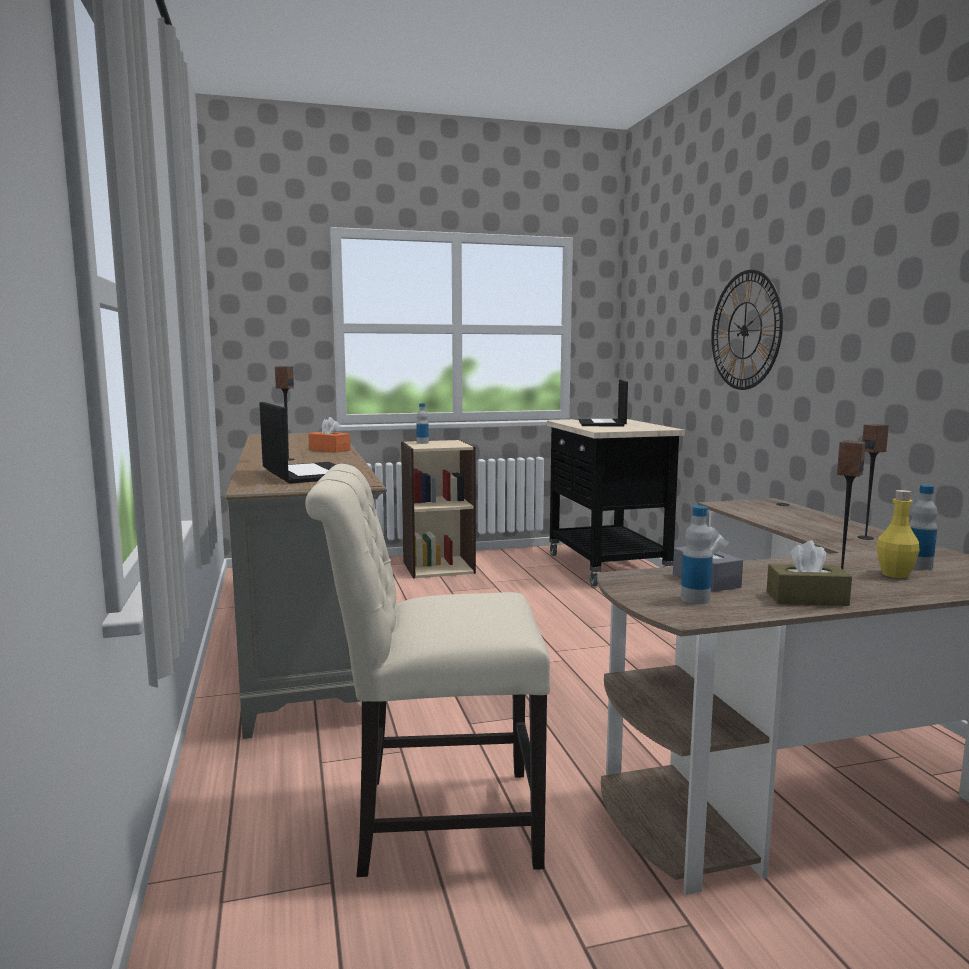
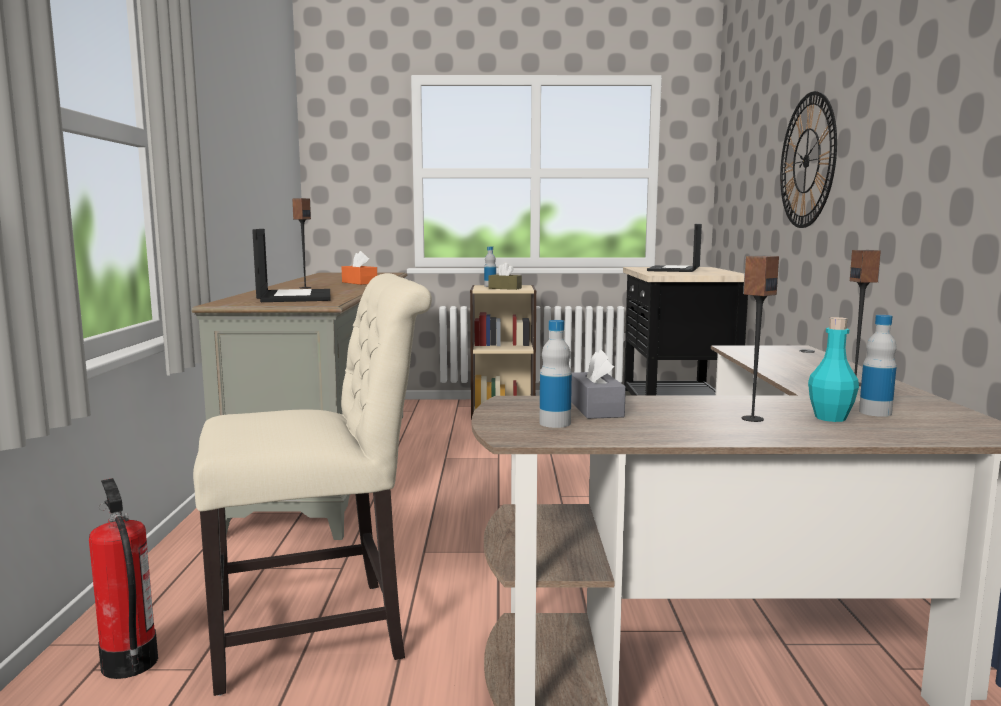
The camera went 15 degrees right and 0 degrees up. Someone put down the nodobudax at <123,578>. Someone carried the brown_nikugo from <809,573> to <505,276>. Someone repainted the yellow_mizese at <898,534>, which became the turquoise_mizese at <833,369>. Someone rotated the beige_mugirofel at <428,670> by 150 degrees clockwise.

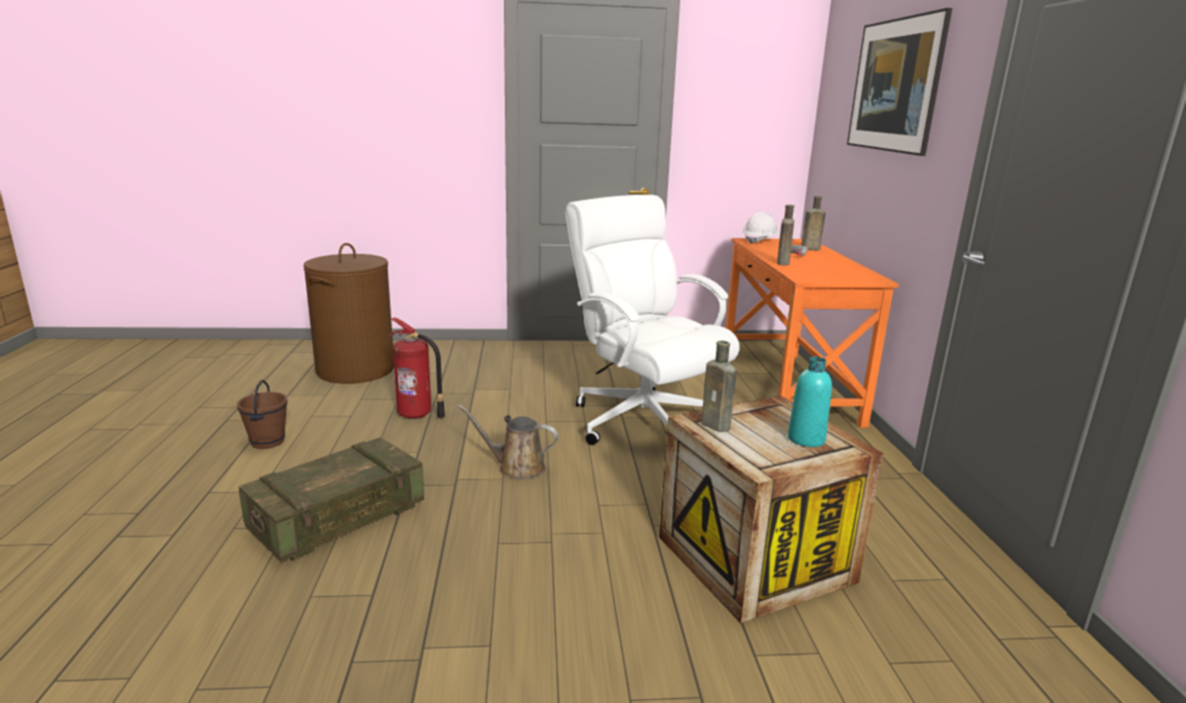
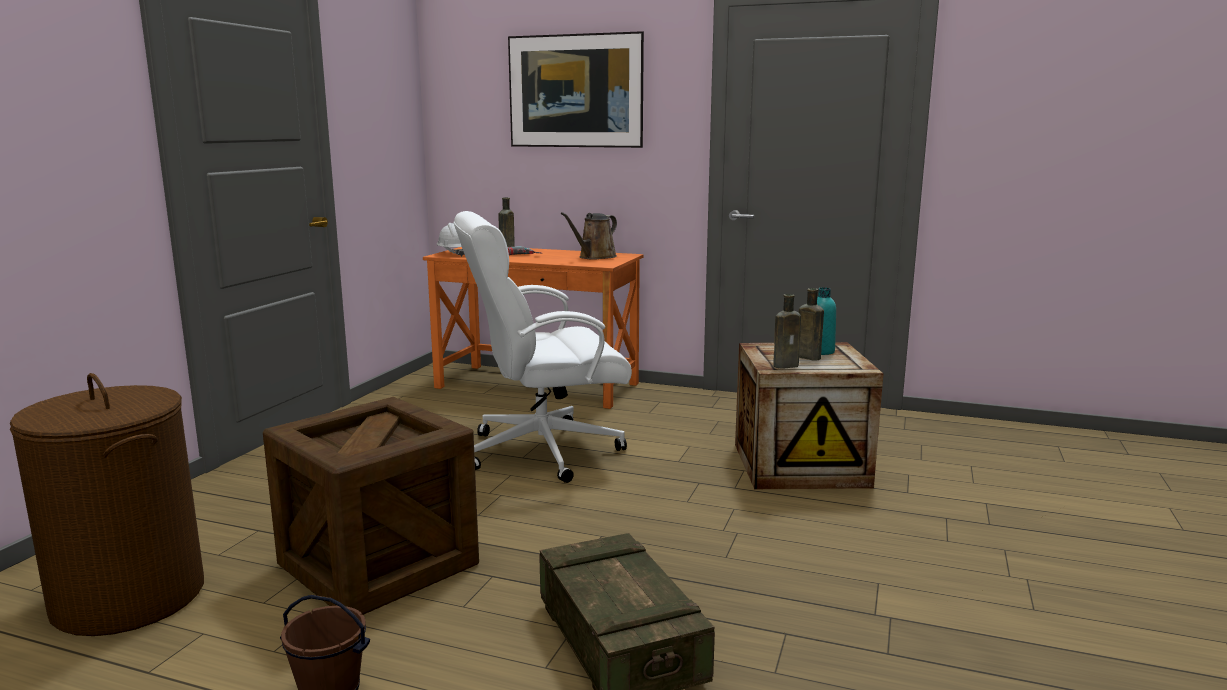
The camera went 65 degrees left and 5 degrees down. Someone carried the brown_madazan from <508,442> to <589,235>. Someone carried the brown_mizese from <785,235> to <811,324>. Someone swapped the nodobudax at <417,368> for the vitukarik at <371,506>.

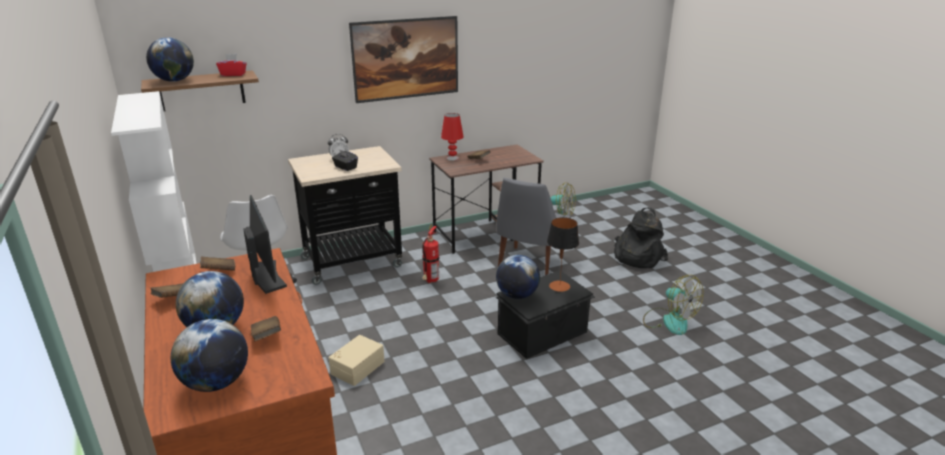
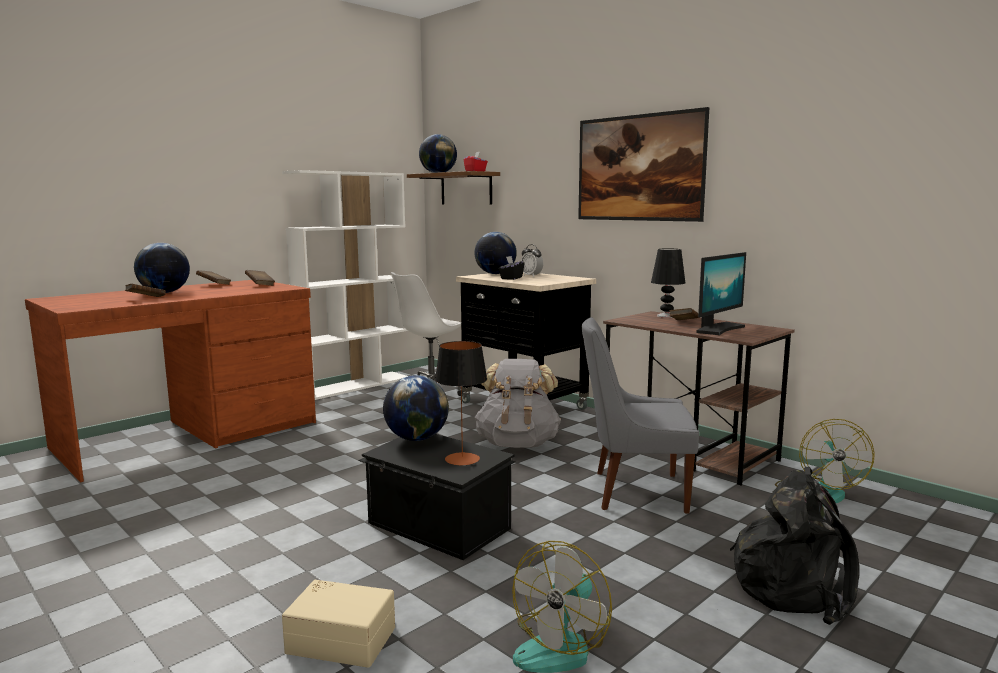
The camera went 70 degrees right and 15 degrees down. Someone carried the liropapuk from <209,355> to <495,253>. Someone carried the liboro from <265,244> to <721,293>. Someone carried the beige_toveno from <357,360> to <338,624>. Someone swapped the nodobudax at <430,254> for the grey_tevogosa at <517,403>. Someone repainted the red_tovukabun at <452,137>, which became the black_tovukabun at <668,283>.

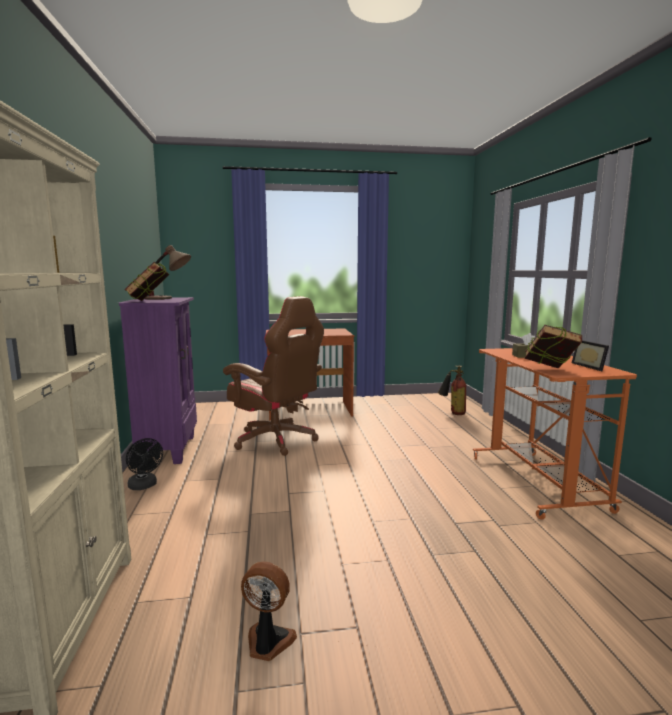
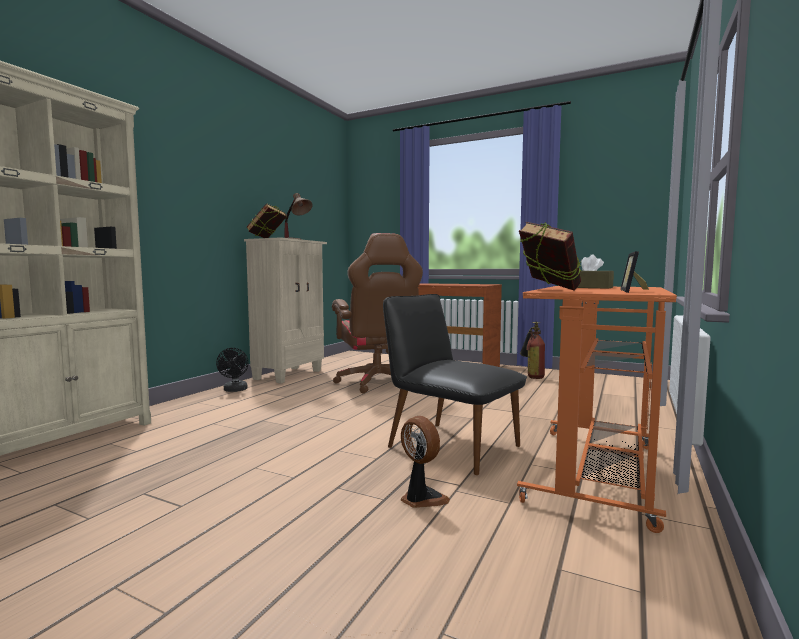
The camera went 35 degrees right and 5 degrees down. Someone put down the black_mugirofel at <455,384>. Someone carried the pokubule from <269,611> to <425,462>. Someone carried the nodobudax from <452,390> to <532,350>. Someone repainted the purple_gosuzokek at <158,380>, which became the beige_gosuzokek at <285,310>.

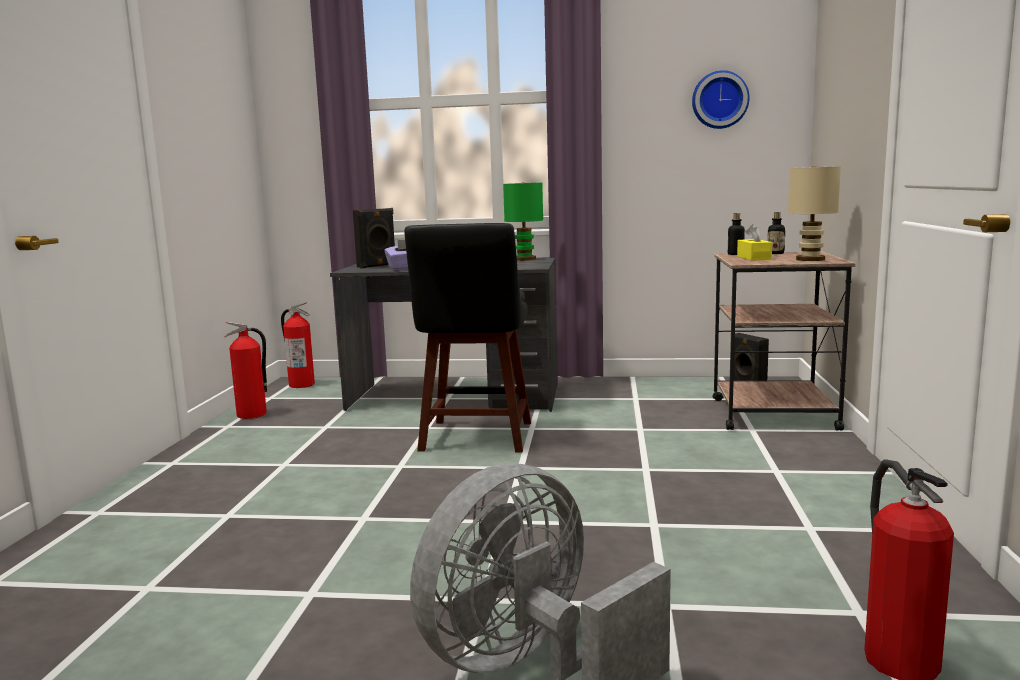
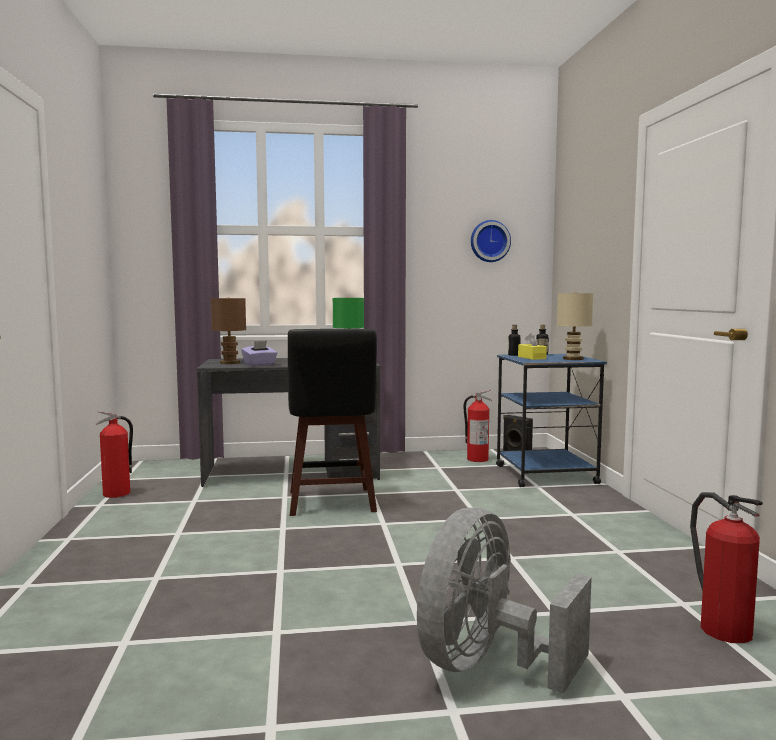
The camera went 15 degrees left and 5 degrees down. Someone carried the nodobudax from <298,345> to <477,426>. Someone swapped the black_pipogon at <374,238> for the brown_tovukabun at <228,331>. Someone repainted the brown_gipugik at <783,341>, which became the blue_gipugik at <551,420>.

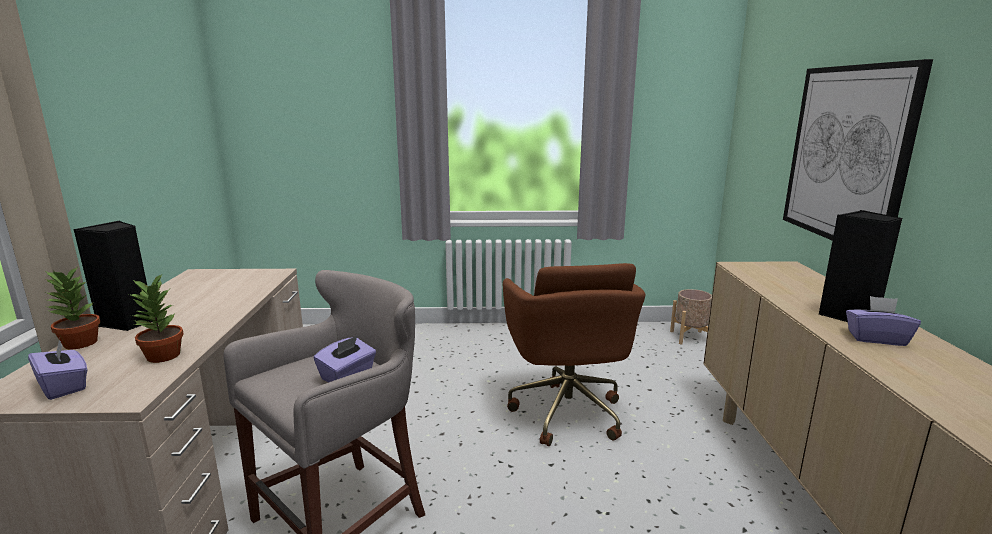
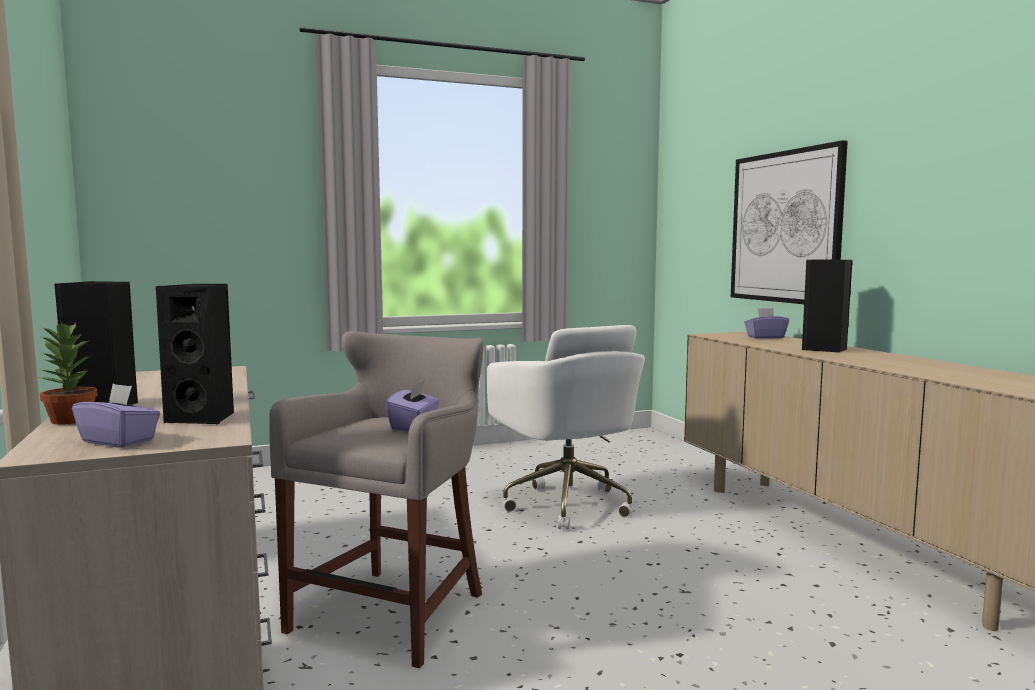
The camera went 20 degrees left and 10 degrees down. Someone took away the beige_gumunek at <691,316>. Someone carried the purple_nikugo from <883,321> to <766,323>. Someone swapped the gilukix at <156,318> for the black_pipogon at <195,354>. Someone repainted the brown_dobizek at <574,354>, which became the white_dobizek at <566,427>.

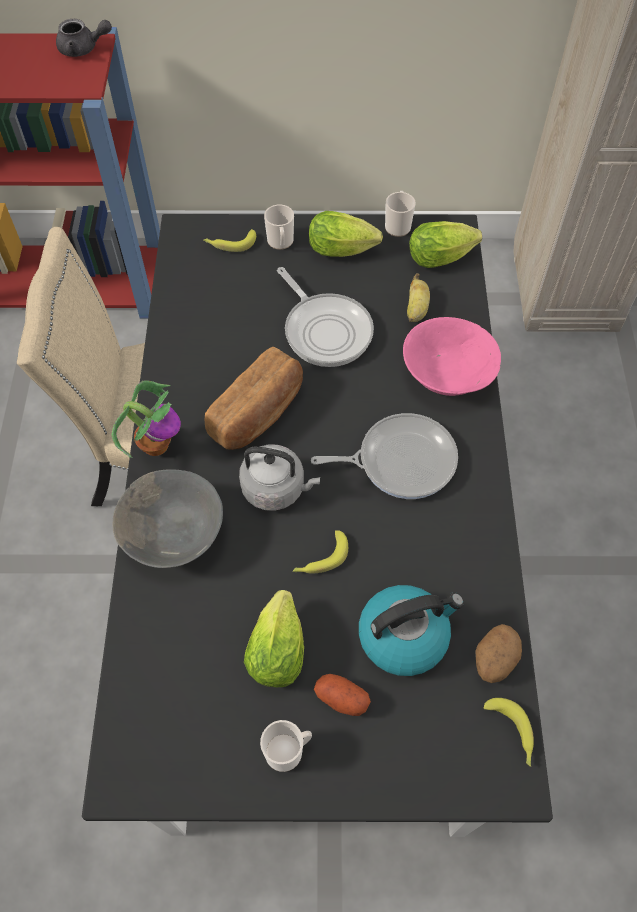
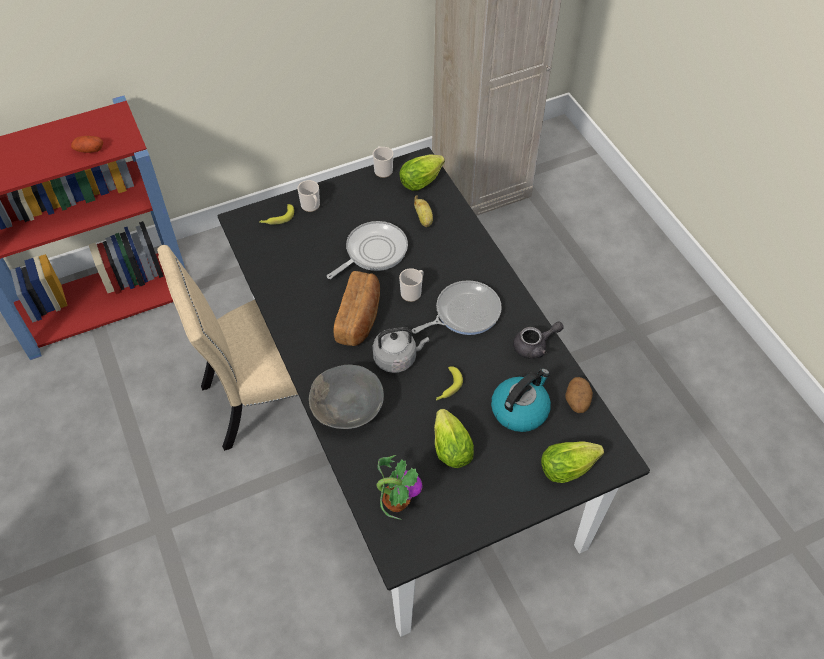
The camera went 25 degrees left and 5 degrees down. Someone took away the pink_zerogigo at <452,356>. Someone took away the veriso at <509,732>. Someone carried the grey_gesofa from <84,38> to <538,340>. Someone carried the gilukix from <146,419> to <399,487>. Someone carried the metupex from <286,746> to <411,285>. Someone carried the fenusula from <346,234> to <572,462>. Someone carried the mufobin from <342,695> to <87,144>. Someone rotated the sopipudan at <325,317> by 75 degrees counterclockwise.

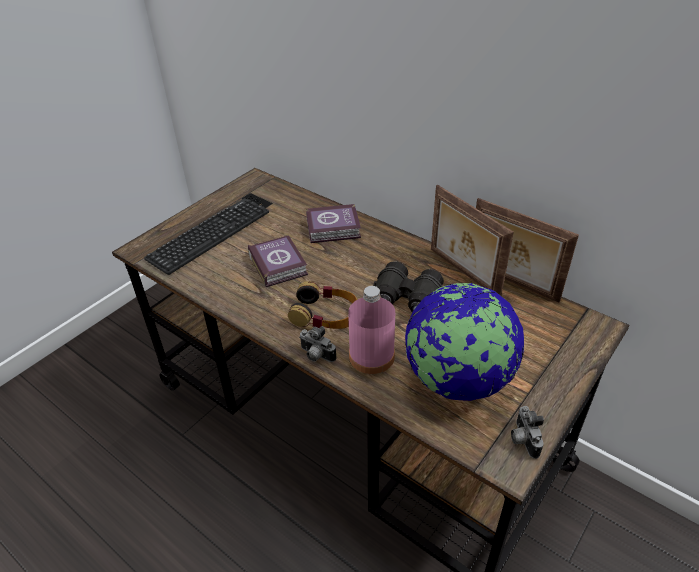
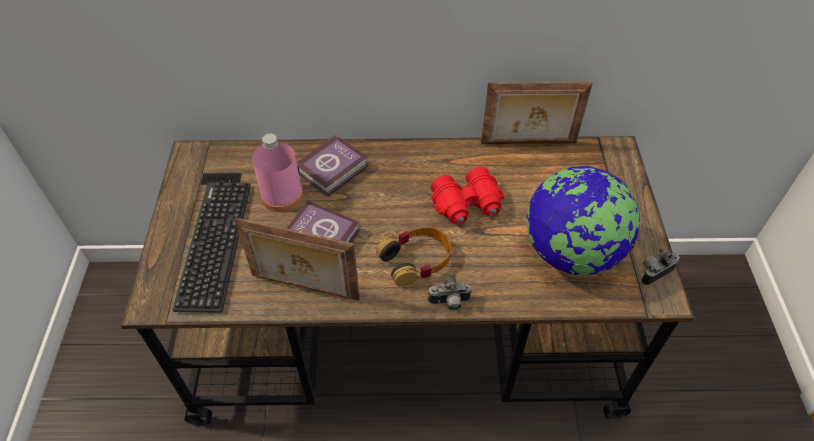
The camera went 40 degrees left and 10 degrees up. Someone carried the pink_mizese from <371,330> to <277,173>. Someone carried the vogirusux from <472,240> to <297,259>. Someone repainted the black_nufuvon at <408,286>, which became the red_nufuvon at <467,195>. Someone rotated the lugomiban at <527,432> by 105 degrees clockwise.

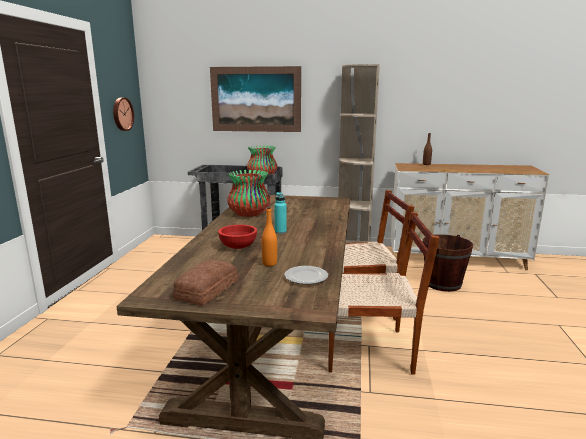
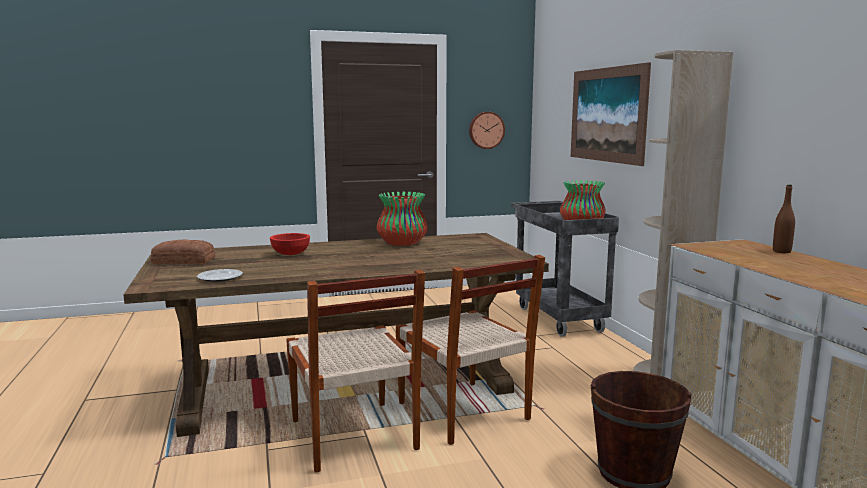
The camera went 65 degrees right and 5 degrees down. Someone took away the orange_mizese at <269,236>. Someone took away the turquoise_mizese at <280,213>.

